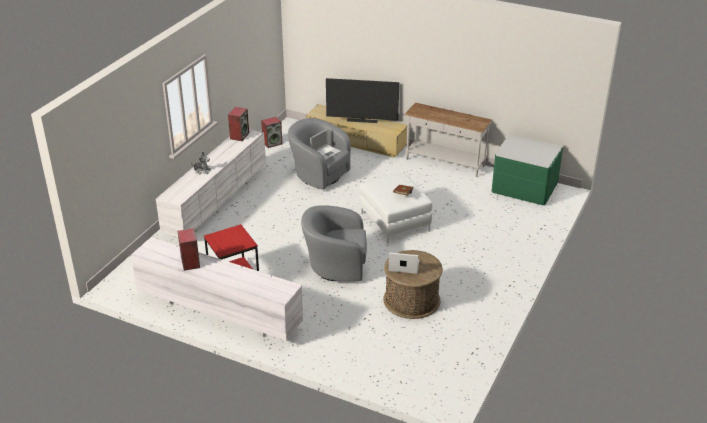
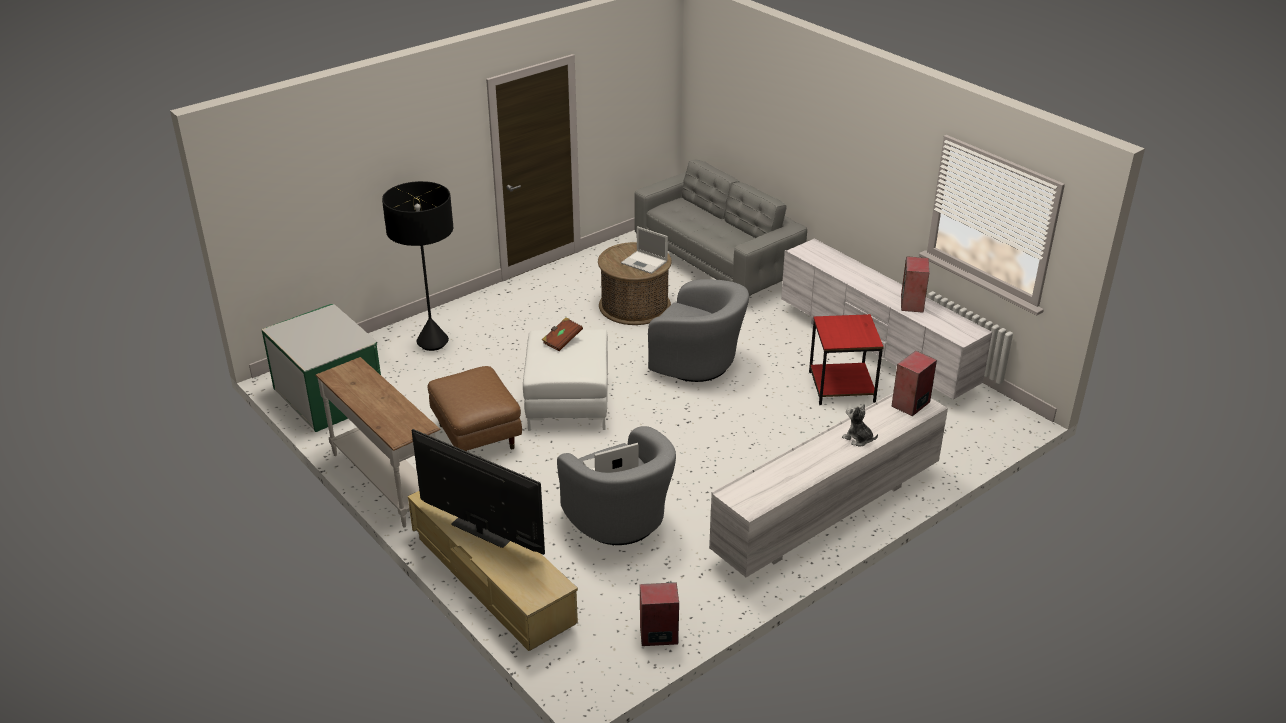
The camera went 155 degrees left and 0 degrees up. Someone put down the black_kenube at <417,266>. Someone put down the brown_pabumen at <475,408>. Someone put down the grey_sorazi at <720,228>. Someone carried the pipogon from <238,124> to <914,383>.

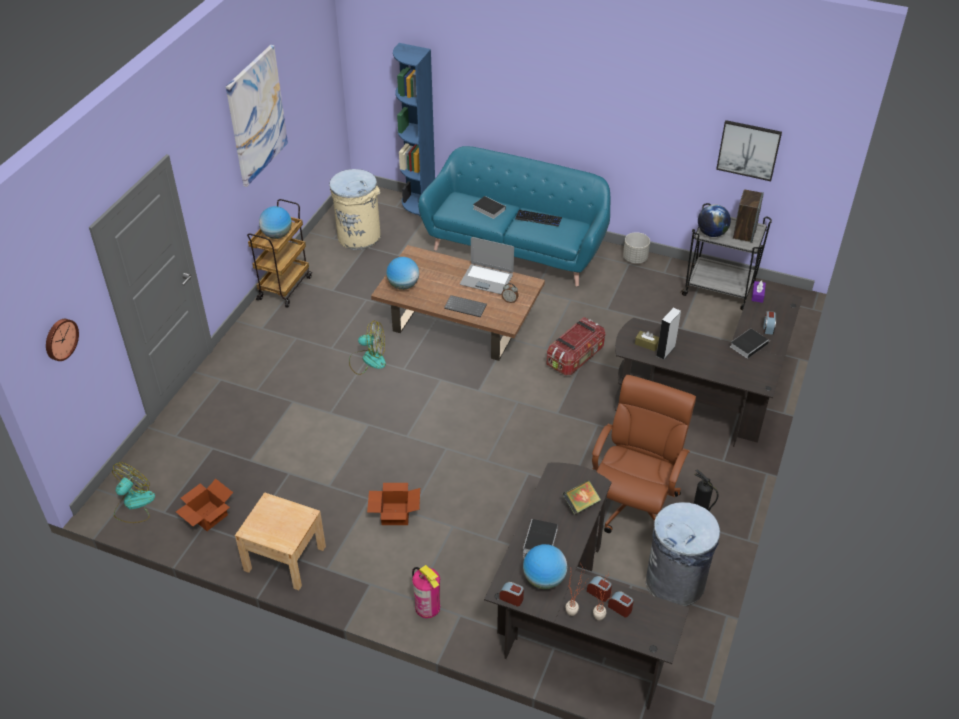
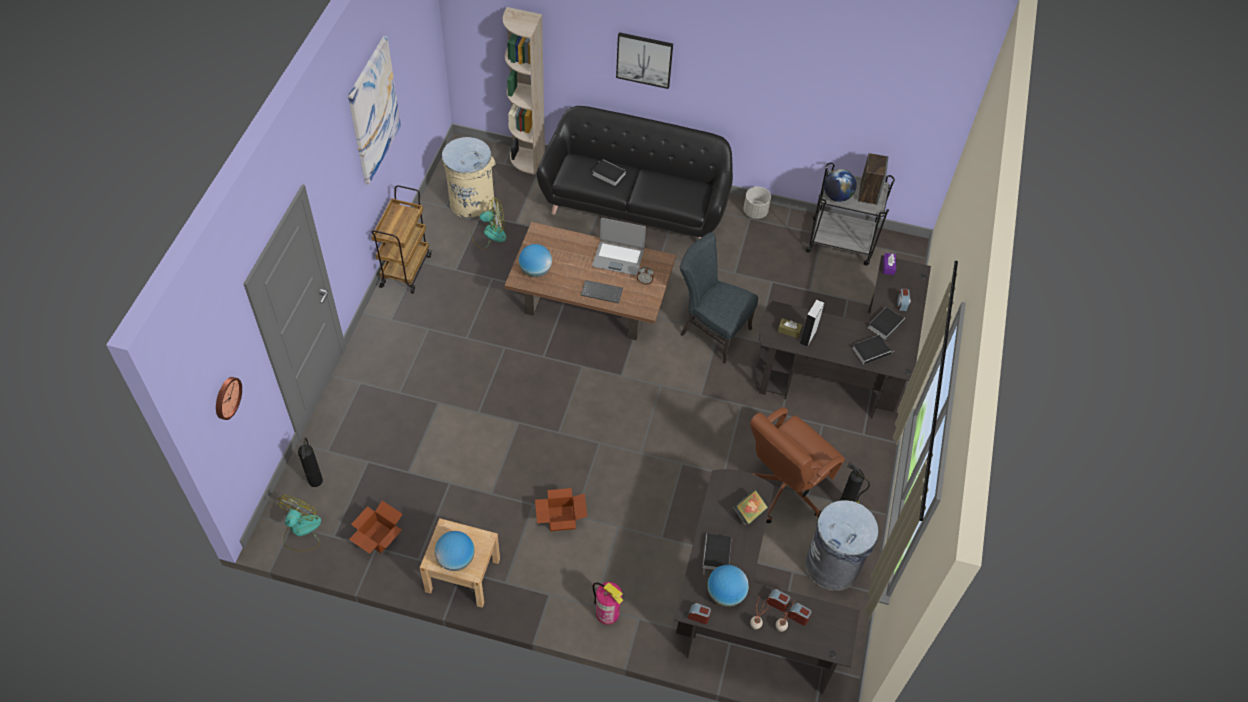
The camera went 10 degrees left and 10 degrees up. Someone took away the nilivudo at <538,218>. Someone put down the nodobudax at <310,462>. Someone put down the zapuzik at <873,349>. Someone carried the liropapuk from <275,222> to <455,551>. Someone carried the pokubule from <367,348> to <489,223>. Someone carried the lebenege from <749,150> to <644,60>. Someone swapped the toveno at <575,346> for the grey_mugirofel at <718,297>. Someone repainted the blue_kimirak at <414,129>, which became the beige_kimirak at <524,91>. Someone repainted the turquoise_sorazi at <514,216>, which became the black_sorazi at <635,172>. Someone rotated the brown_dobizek at <644,454> by 150 degrees counterclockwise.

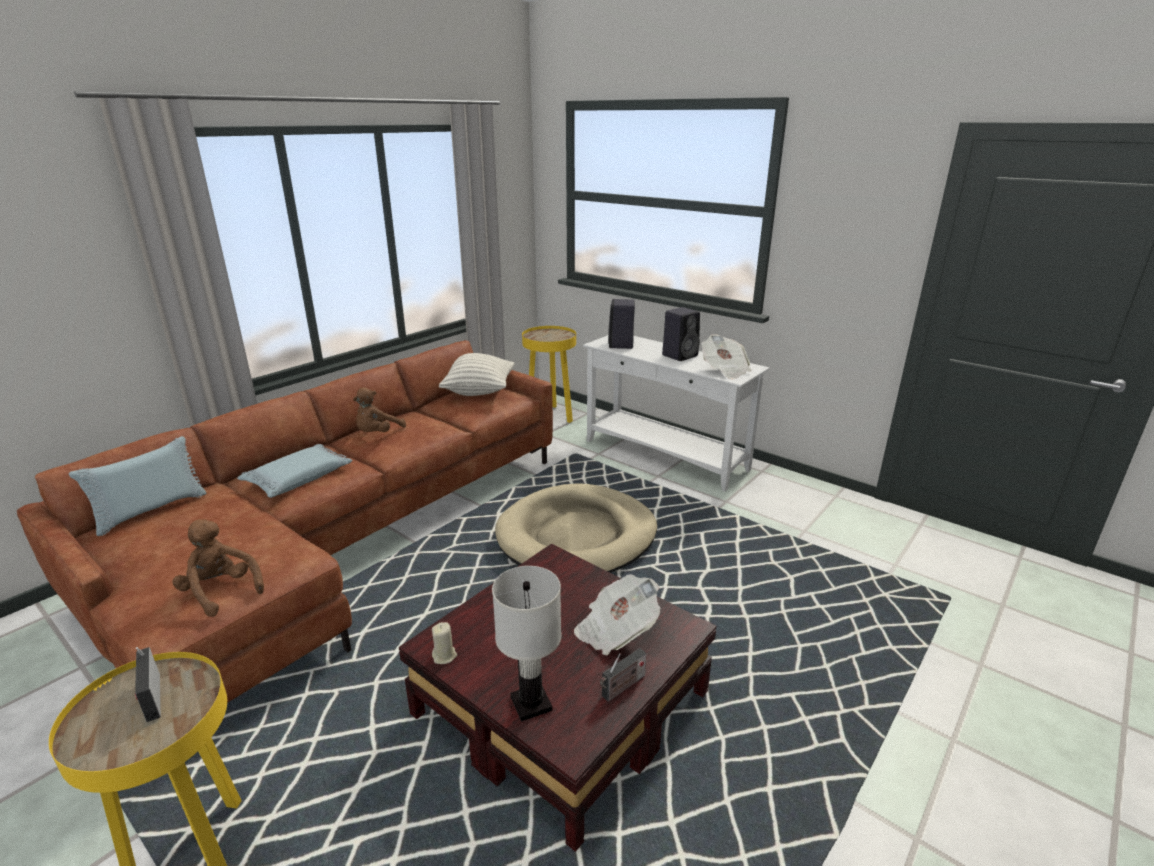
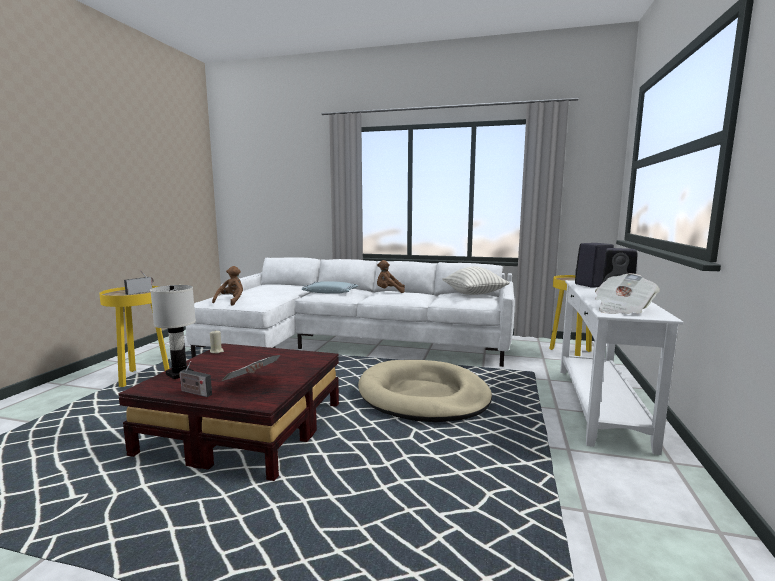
The camera went 65 degrees right and 15 degrees down. Someone took away the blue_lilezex at <138,486>. Someone repainted the brown_sorazi at <285,521>, which became the white_sorazi at <350,312>.

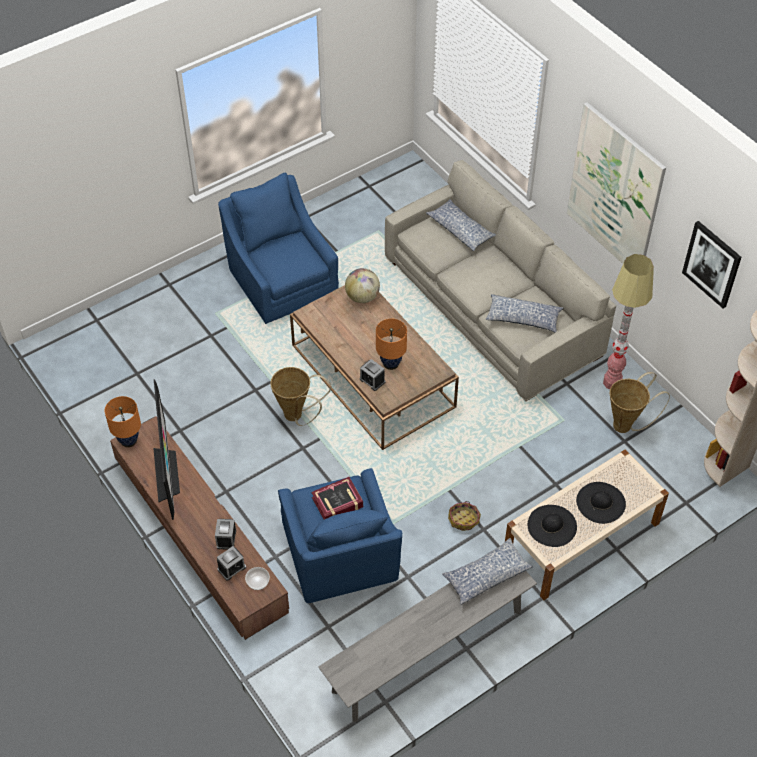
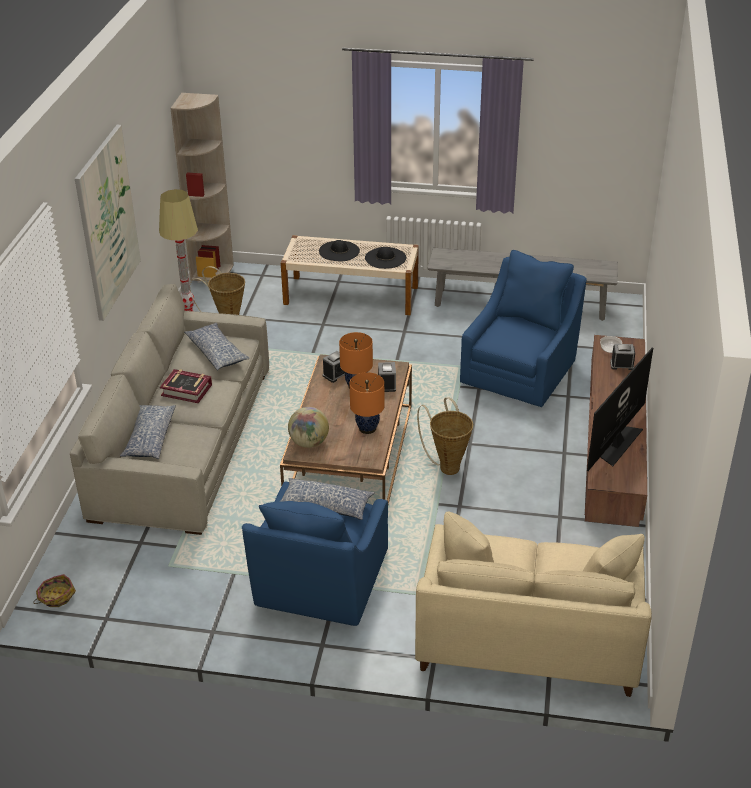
The camera went 135 degrees left and 15 degrees down. Someone took away the lebenege at <711,264>. Someone put down the beige_sorazi at <533,604>. Someone carried the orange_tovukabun from <123,421> to <367,403>. Someone carried the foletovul from <225,534> to <334,367>. Someone carried the zapuzik from <337,498> to <186,386>. Someone carried the lilezex from <487,571> to <328,499>. Someone carried the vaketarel from <464,516> to <54,590>.

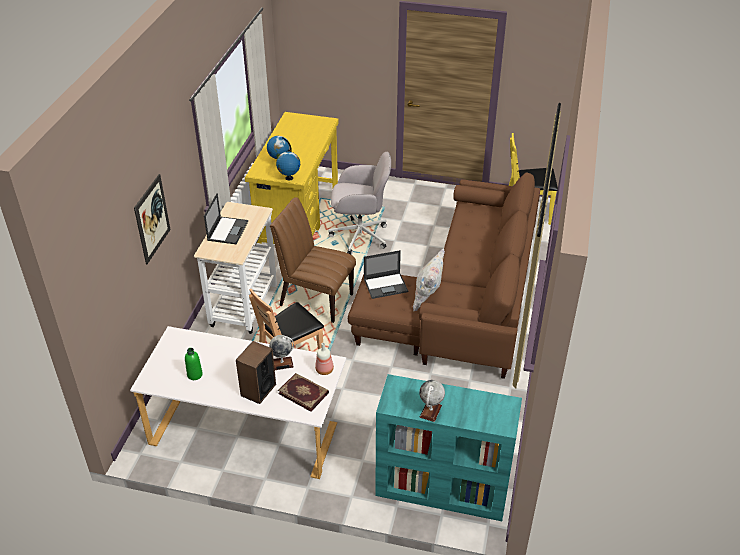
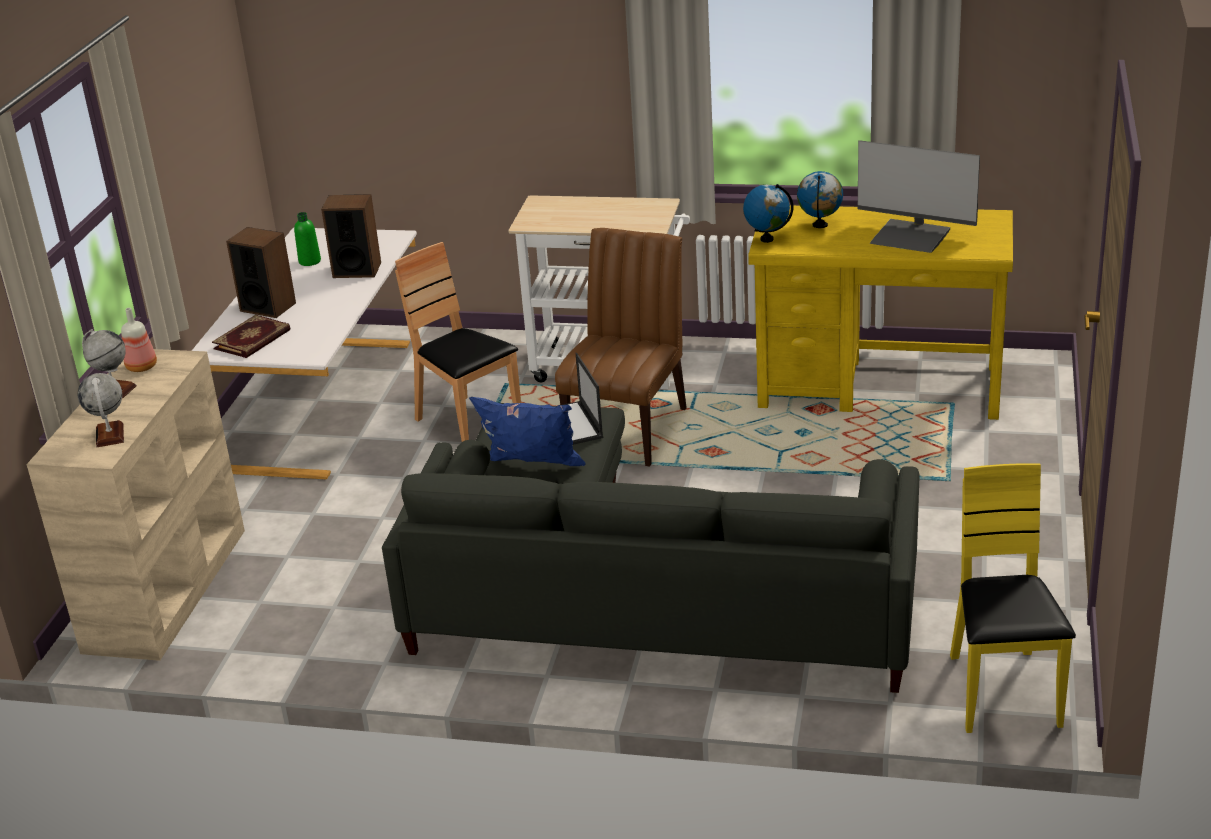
The camera went 90 degrees right and 10 degrees down. Someone took away the lebenege at <152,219>. Someone took away the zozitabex at <226,219>. Someone took away the grey_dobizek at <360,203>. Someone put down the pipogon at <351,236>. Someone put down the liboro at <918,196>. Someone carried the liropapuk from <281,352> to <101,410>. Someone carried the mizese from <324,359> to <139,340>. Someone repainted the brown_sorazi at <444,275>, which became the grey_sorazi at <651,548>. Someone repainted the turquoise_kimirak at <448,447>, which became the beige_kimirak at <136,505>. Someone repainted the white_lilezex at <429,280>, which became the blue_lilezex at <527,431>.

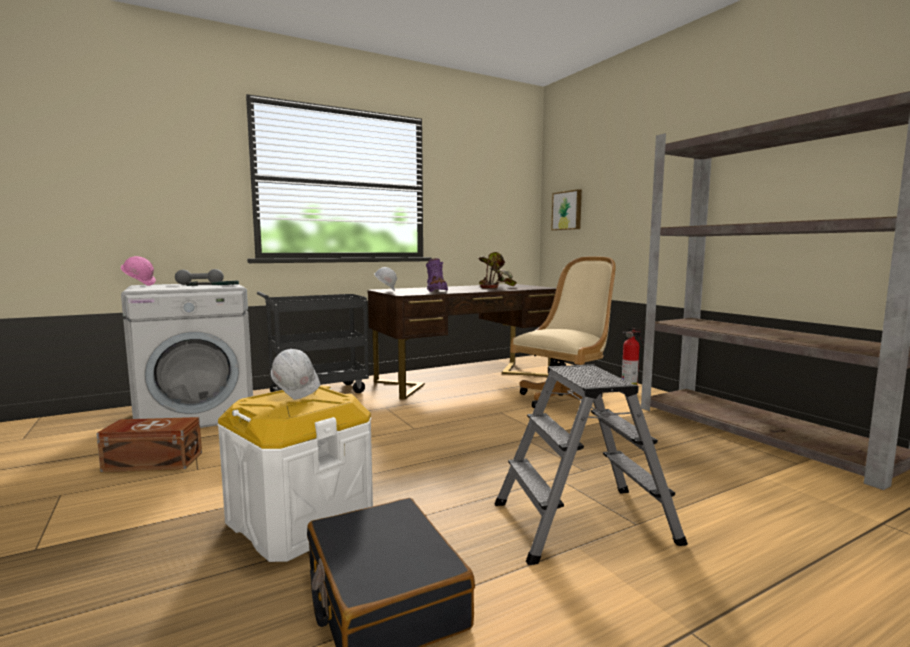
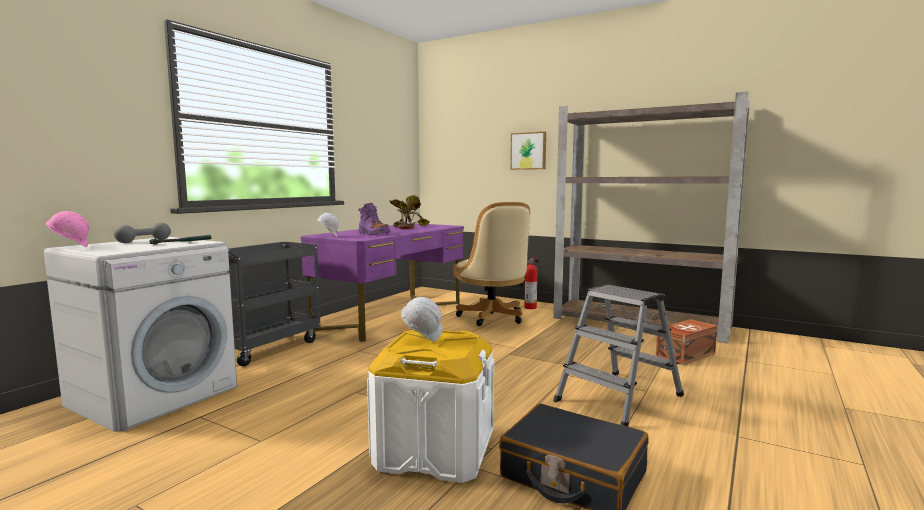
The camera went 30 degrees left and 0 degrees up. Someone carried the brown_toveno from <149,444> to <686,342>. Someone carried the lebenege from <566,209> to <528,150>. Someone repainted the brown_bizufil at <462,342>, which became the purple_bizufil at <382,282>. Someone rotated the beige_dobizek at <563,332> by 150 degrees clockwise.

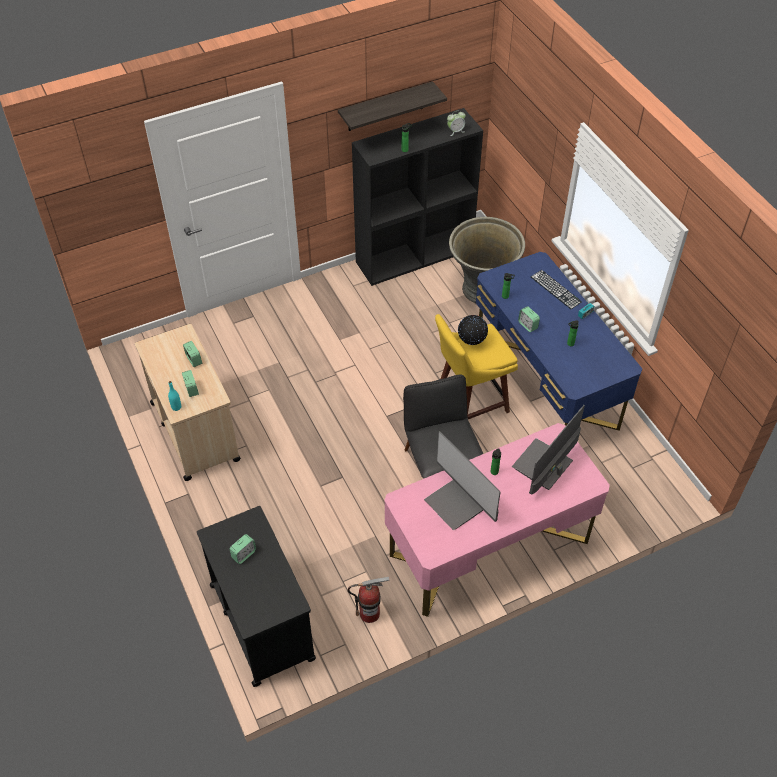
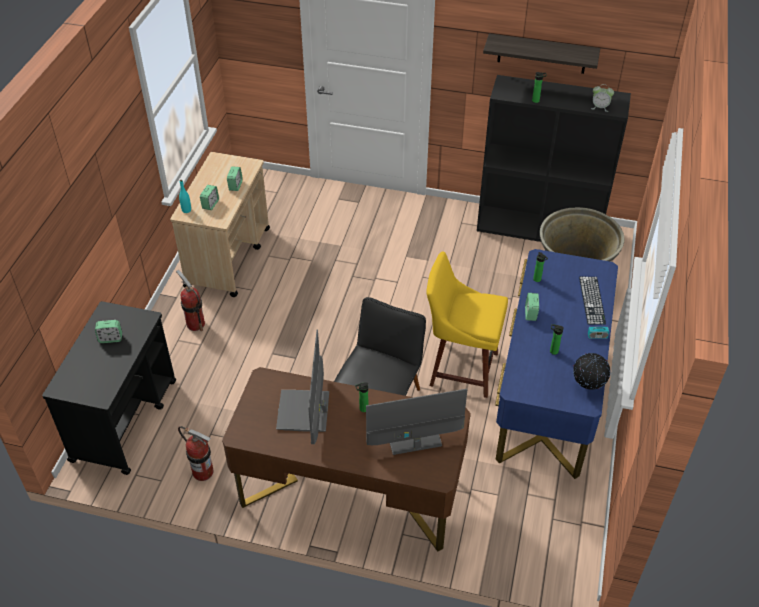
The camera went 40 degrees right and 5 degrees down. Someone put down the nodobudax at <190,300>. Someone carried the liropapuk from <473,330> to <591,371>. Someone repainted the pink_bizufil at <497,520>, which became the brown_bizufil at <346,459>.

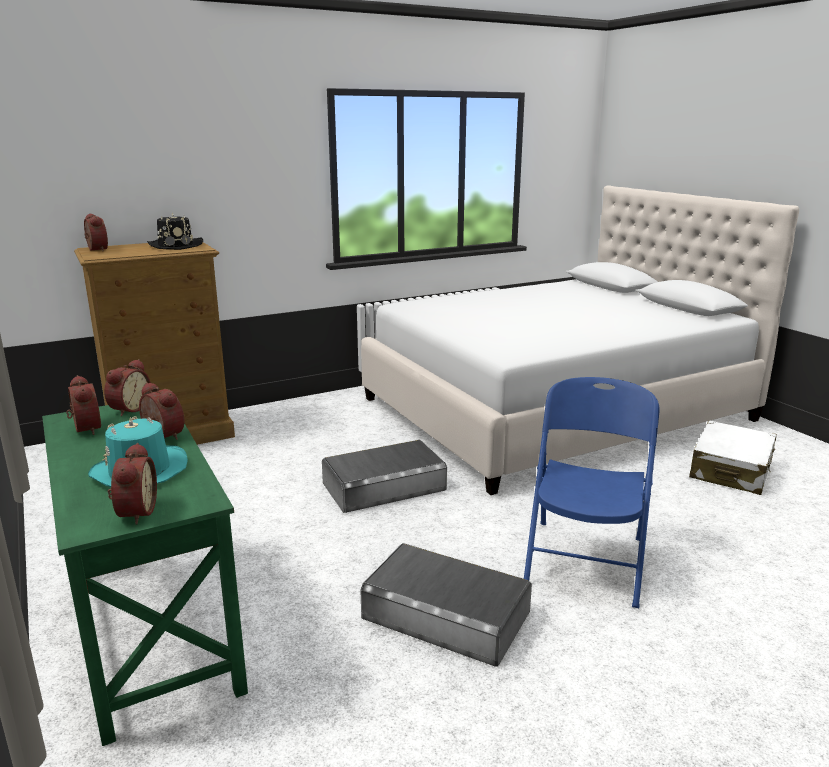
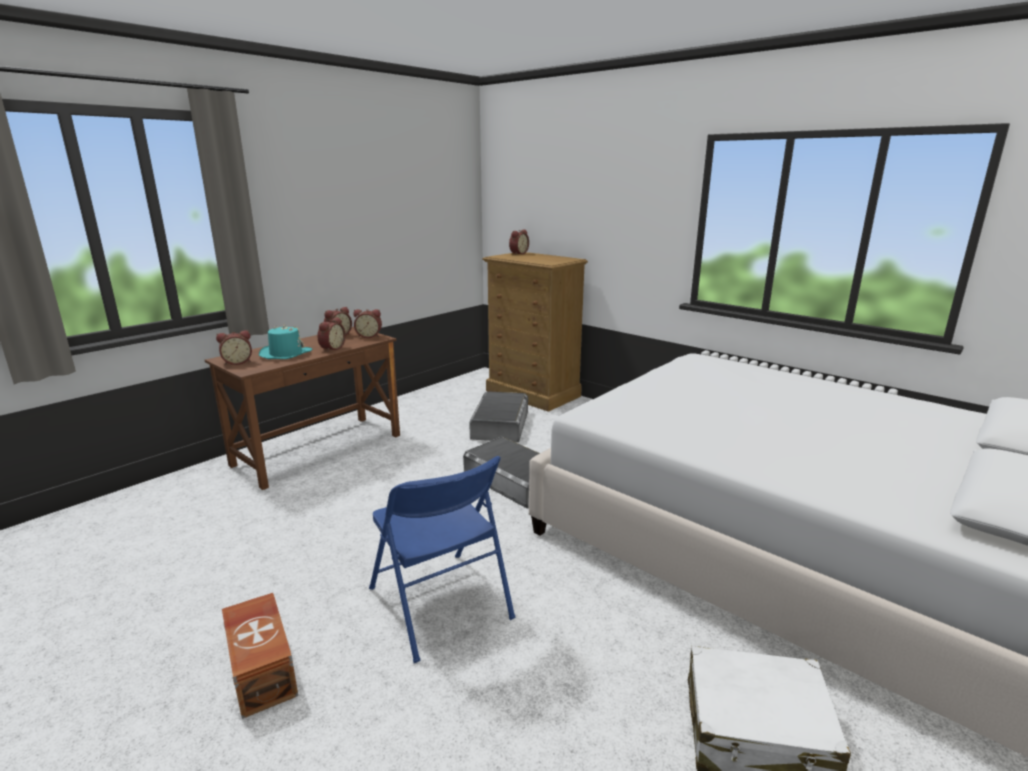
The camera went 70 degrees right and 0 degrees up. Someone took away the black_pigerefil at <175,231>. Someone put down the brown_toveno at <260,656>. Someone carried the grey_toveno from <446,605> to <498,416>. Someone repainted the green_bizufil at <145,575>, which became the brown_bizufil at <302,408>. Someone rotated the blue_mugirofel at <592,492> by 60 degrees clockwise.

